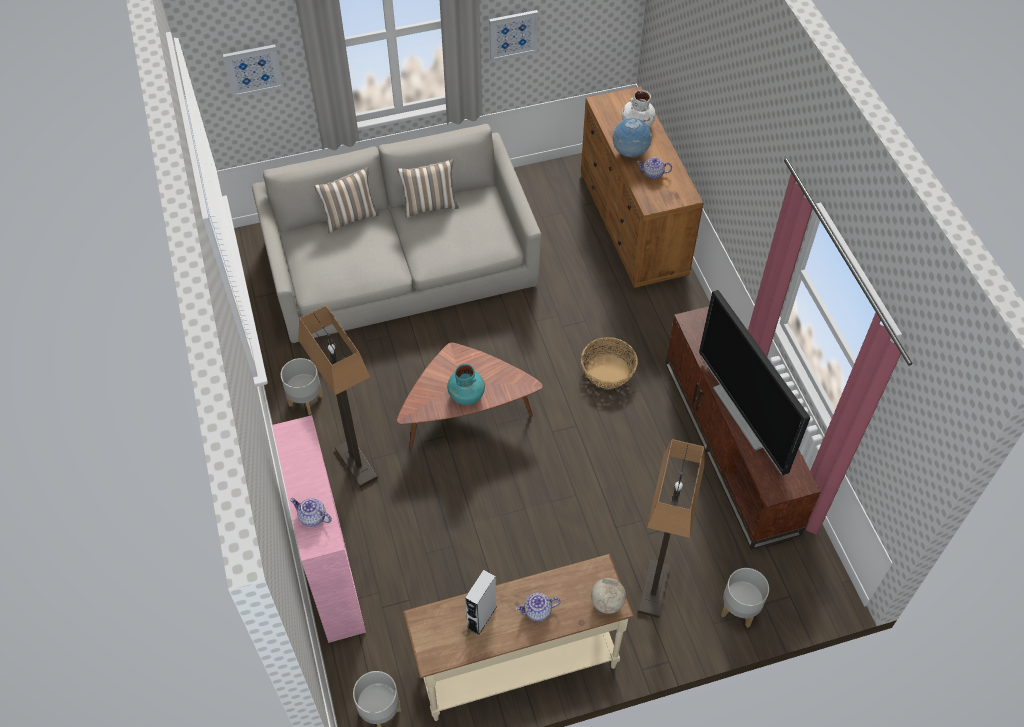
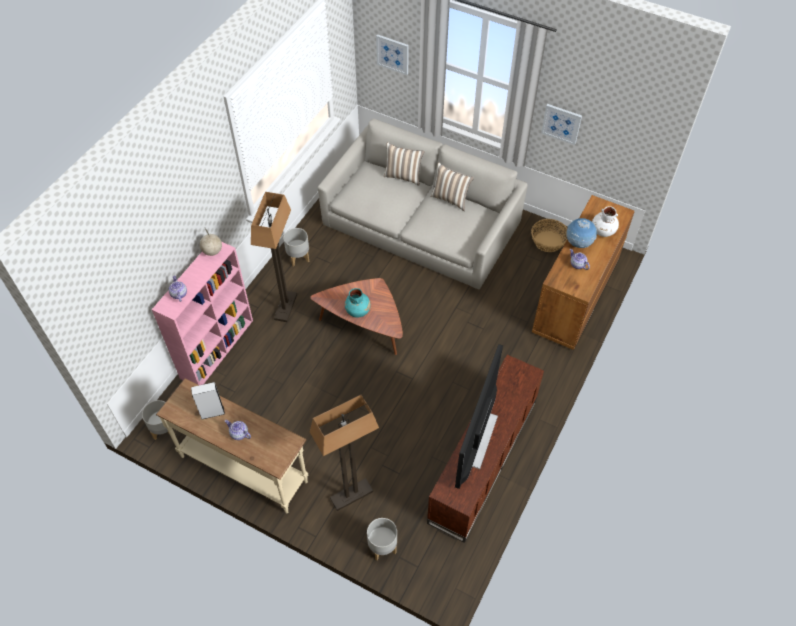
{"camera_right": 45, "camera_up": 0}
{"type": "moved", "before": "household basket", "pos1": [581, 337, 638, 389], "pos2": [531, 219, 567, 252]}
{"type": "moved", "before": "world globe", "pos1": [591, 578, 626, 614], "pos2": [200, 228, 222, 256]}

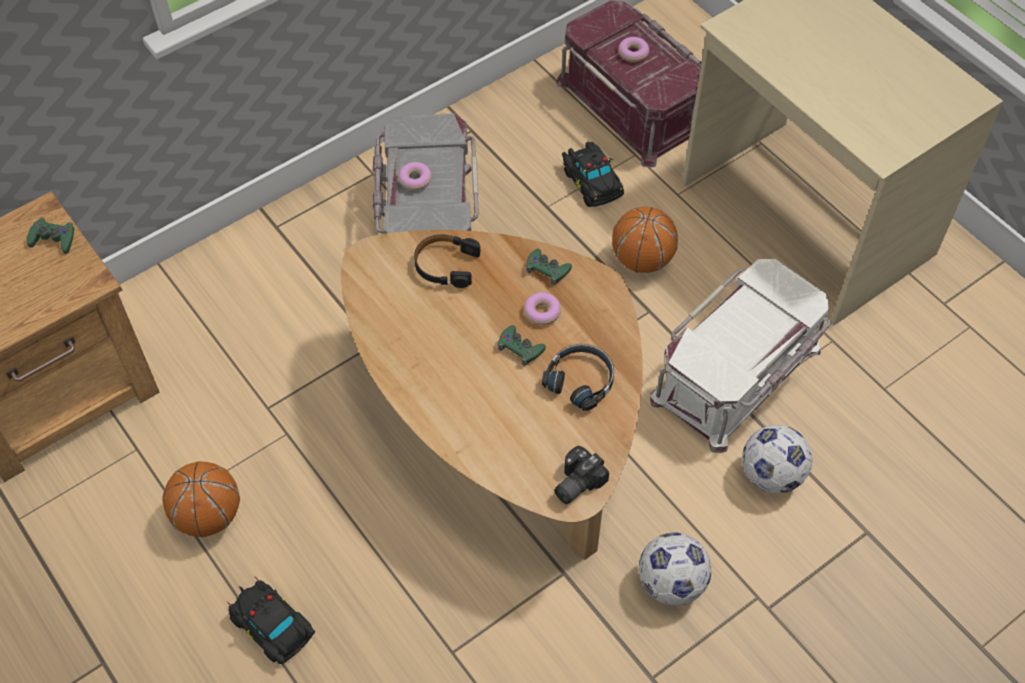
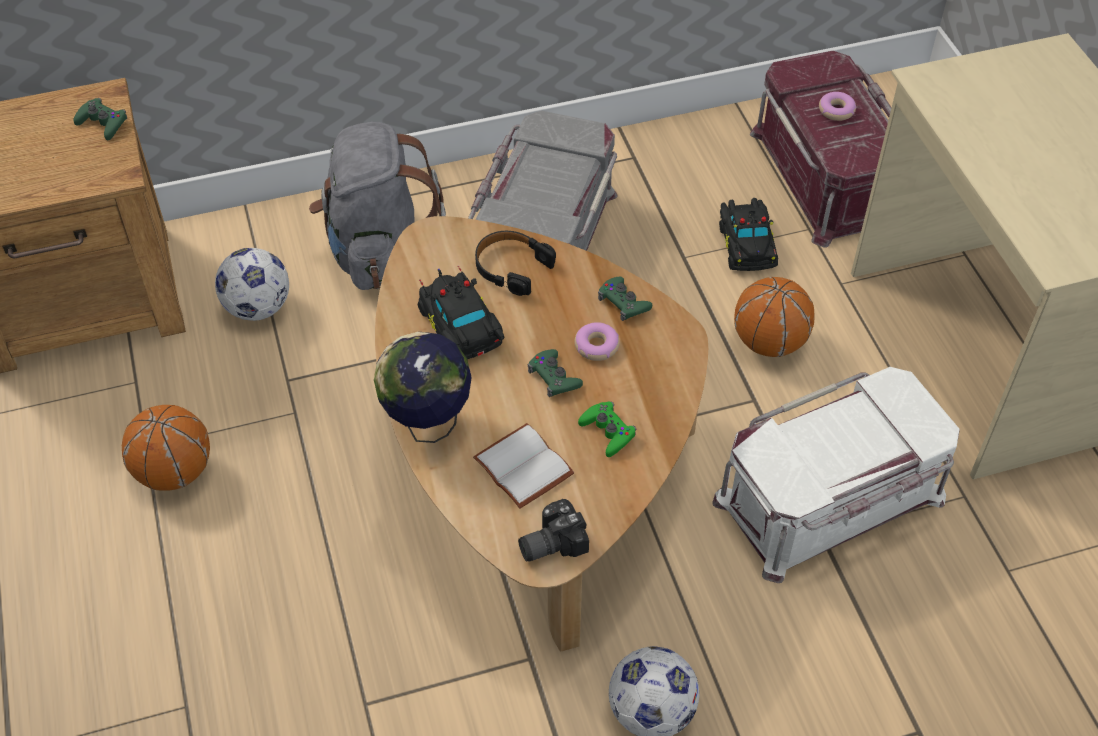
{"camera_right": 20, "camera_up": -5}
{"type": "removed", "before": "donut", "pos1": [398, 162, 432, 190]}
{"type": "replaced", "before": "headphones (blackish)", "after": "gamepad (greenish)", "pos1": [542, 344, 614, 411], "pos2": [578, 401, 636, 457]}
{"type": "moved", "before": "football", "pos1": [742, 425, 812, 493], "pos2": [215, 248, 289, 321]}
{"type": "moved", "before": "model car (blackish)", "pos1": [226, 576, 315, 664], "pos2": [418, 266, 505, 359]}
{"type": "added", "after": "rucksack (grey)", "pos2": [309, 122, 446, 290]}
{"type": "added", "after": "world globe", "pos2": [374, 332, 471, 443]}
{"type": "added", "after": "volume (whitish)", "pos2": [473, 423, 574, 509]}

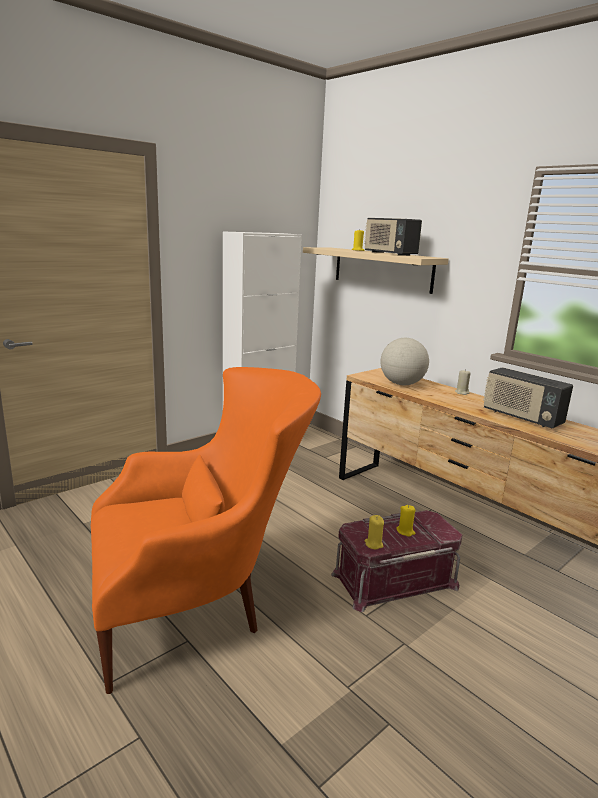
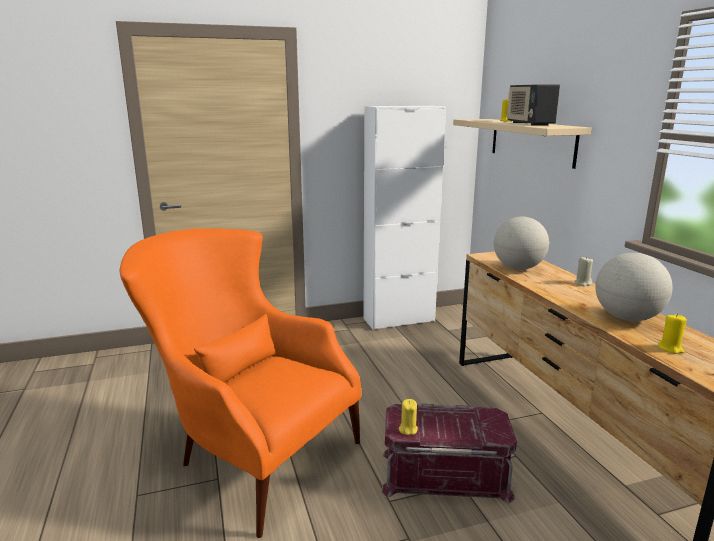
{"camera_right": 25, "camera_up": 0}
{"type": "turned", "before": "armchair (orange-coloured)", "pos1": [91, 367, 321, 694], "pos2": [119, 228, 361, 538], "turn": -150}
{"type": "replaced", "before": "radio receiver", "after": "world globe", "pos1": [484, 367, 573, 428], "pos2": [595, 253, 673, 321]}
{"type": "moved", "before": "wax light (yellow-coloured)", "pos1": [396, 505, 415, 537], "pos2": [658, 314, 687, 354]}

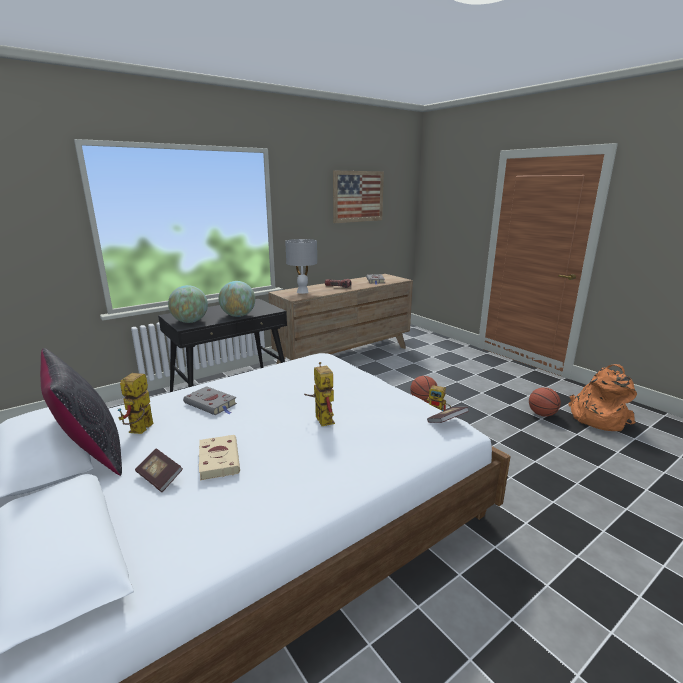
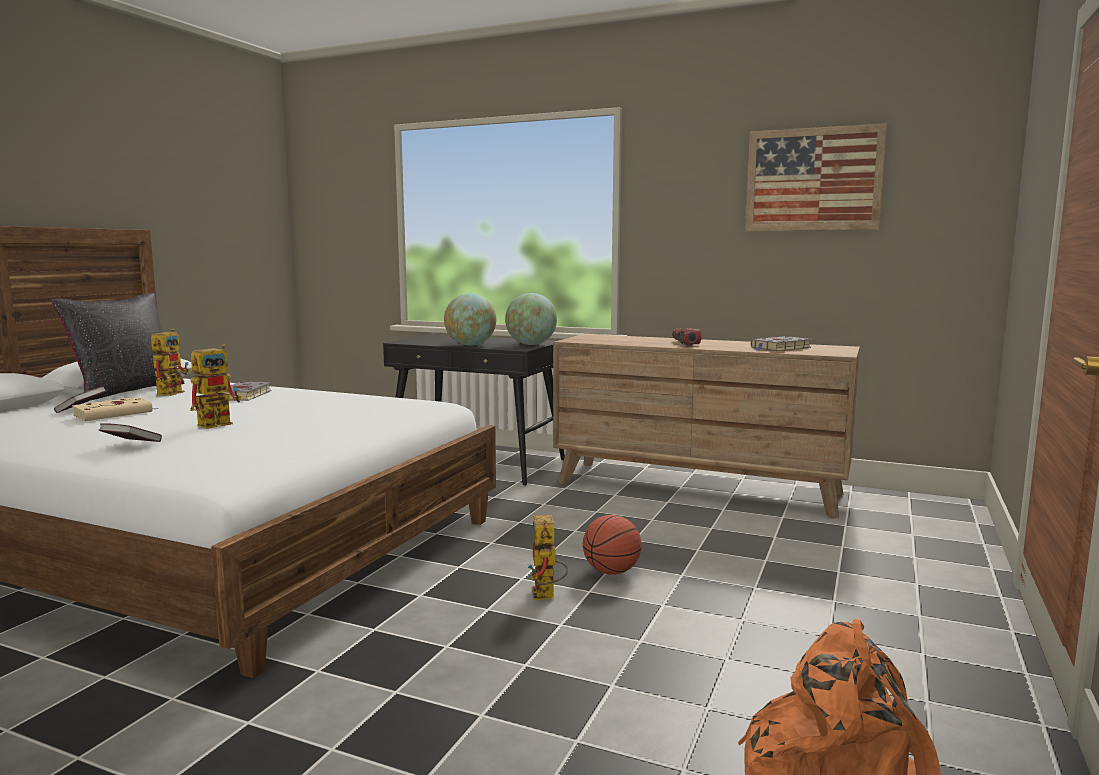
{"camera_right": 60, "camera_up": -10}
{"type": "removed", "before": "tabletop lamp (grey)", "pos1": [285, 239, 317, 294]}
{"type": "moved", "before": "world globe", "pos1": [168, 285, 208, 323], "pos2": [505, 293, 557, 345]}
{"type": "turned", "before": "robot figure", "pos1": [118, 373, 154, 434], "pos2": [151, 328, 190, 396], "turn": 120}
{"type": "removed", "before": "basketball ball", "pos1": [529, 387, 561, 417]}
{"type": "moved", "before": "volume", "pos1": [427, 407, 469, 423], "pos2": [98, 423, 162, 442]}

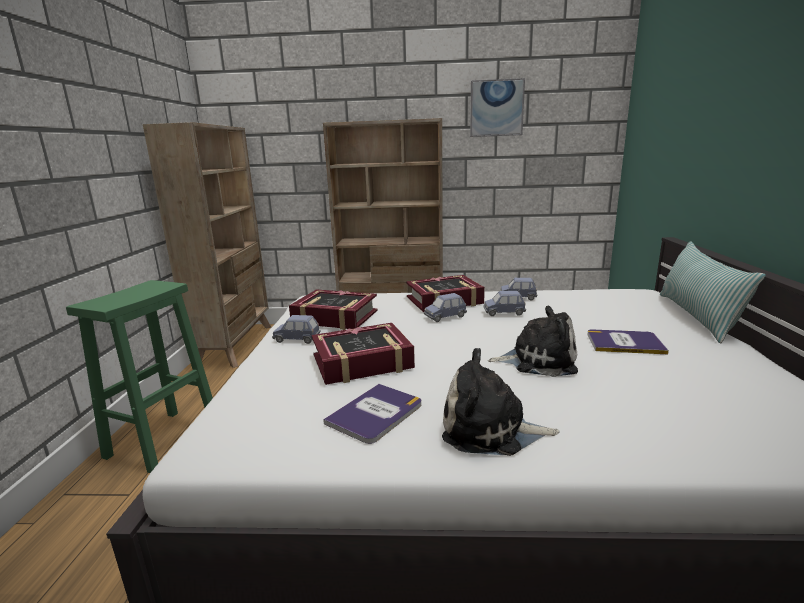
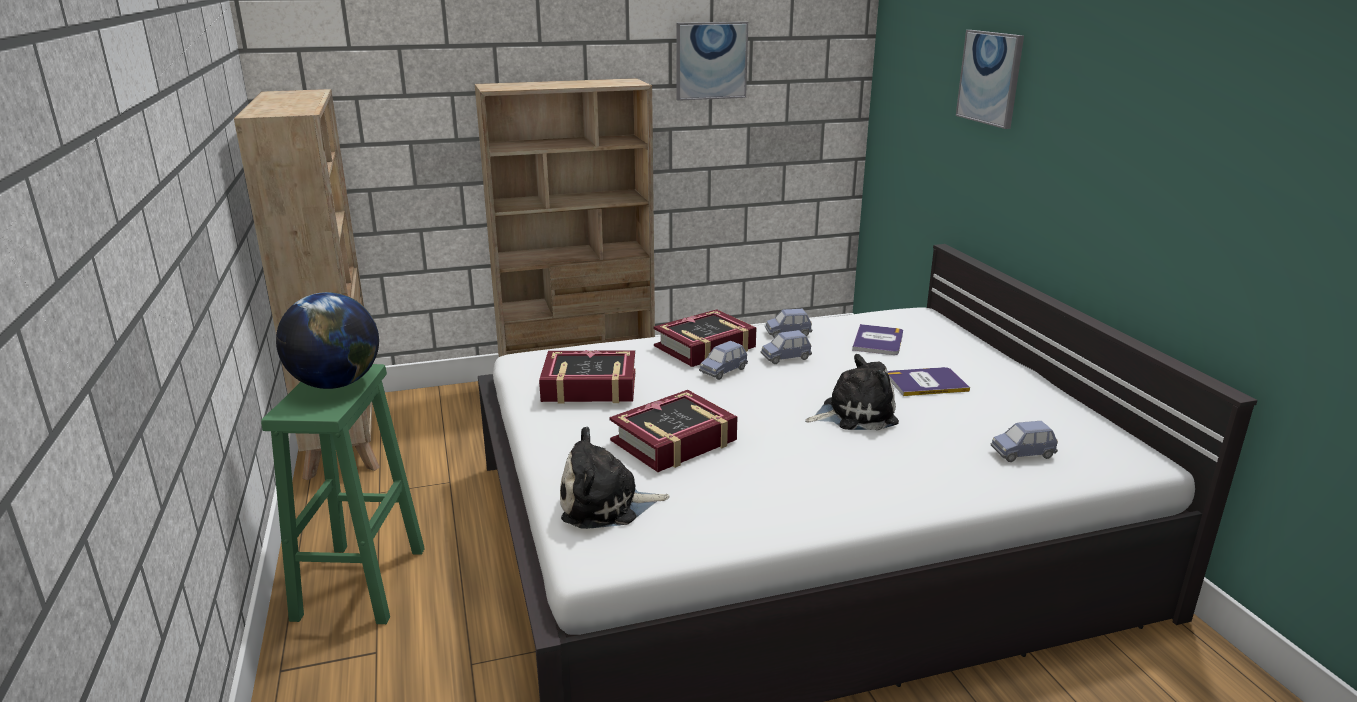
{"camera_right": -20, "camera_up": 5}
{"type": "removed", "before": "pillow", "pos1": [660, 241, 766, 344]}
{"type": "moved", "before": "model car (bluish)", "pos1": [272, 315, 321, 344], "pos2": [990, 421, 1058, 462]}
{"type": "moved", "before": "plush toy", "pos1": [442, 348, 560, 456], "pos2": [560, 427, 670, 529]}
{"type": "moved", "before": "volume", "pos1": [323, 384, 421, 444], "pos2": [852, 324, 903, 355]}
{"type": "added", "after": "wall picture", "pos2": [956, 30, 1024, 129]}
{"type": "added", "after": "world globe", "pos2": [276, 292, 379, 389]}

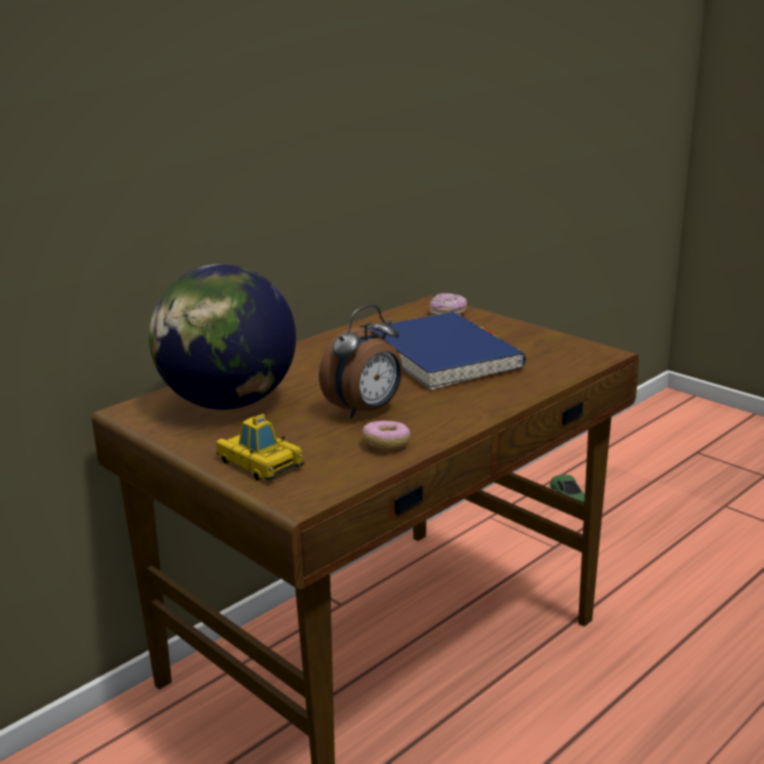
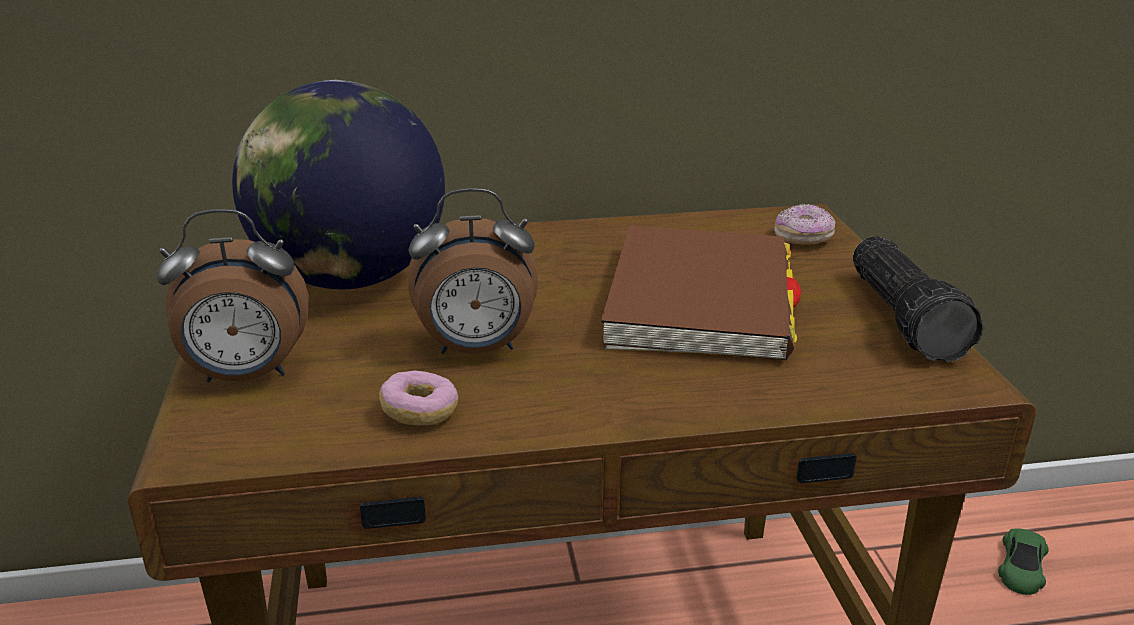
{"camera_right": 35, "camera_up": 5}
{"type": "recoloured", "before": "volume (bluish)", "after": "volume (brownish)", "pos1": [367, 312, 526, 390], "pos2": [601, 225, 801, 360]}
{"type": "replaced", "before": "model car", "after": "table clock", "pos1": [216, 414, 304, 480], "pos2": [157, 209, 309, 382]}
{"type": "added", "after": "torch", "pos2": [853, 236, 983, 362]}

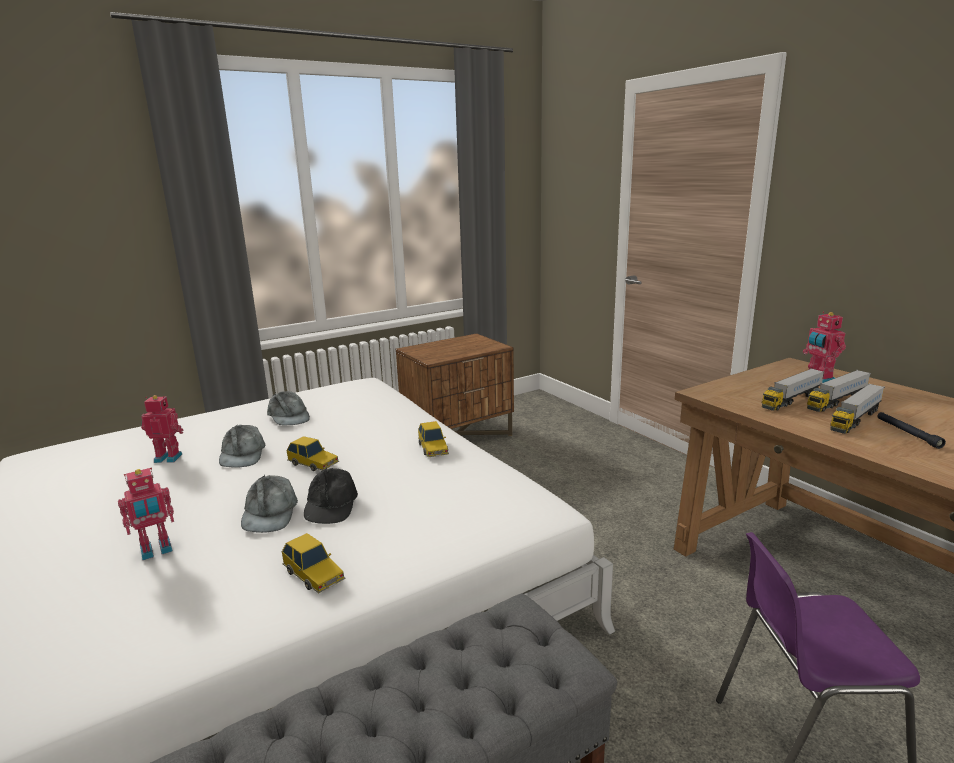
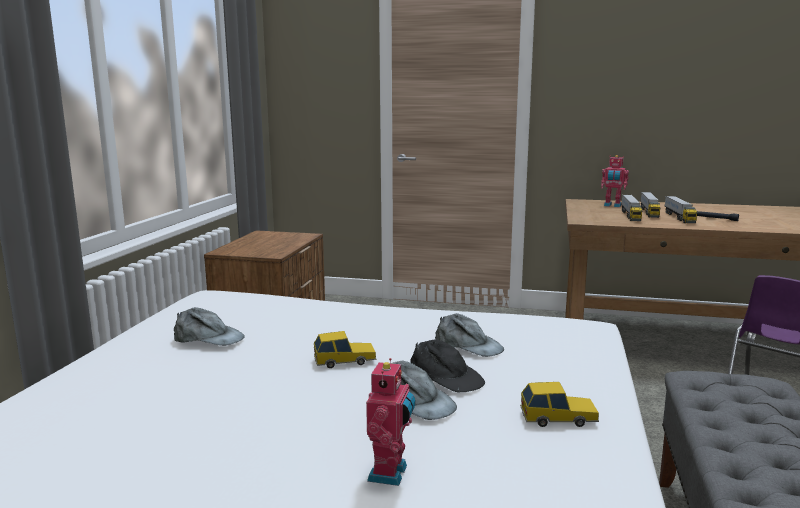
{"camera_right": -45, "camera_up": -5}
{"type": "removed", "before": "robot figure", "pos1": [141, 395, 184, 463]}
{"type": "removed", "before": "model car", "pos1": [418, 421, 449, 457]}
{"type": "moved", "before": "cap (grey)", "pos1": [219, 425, 266, 468], "pos2": [435, 313, 504, 357]}

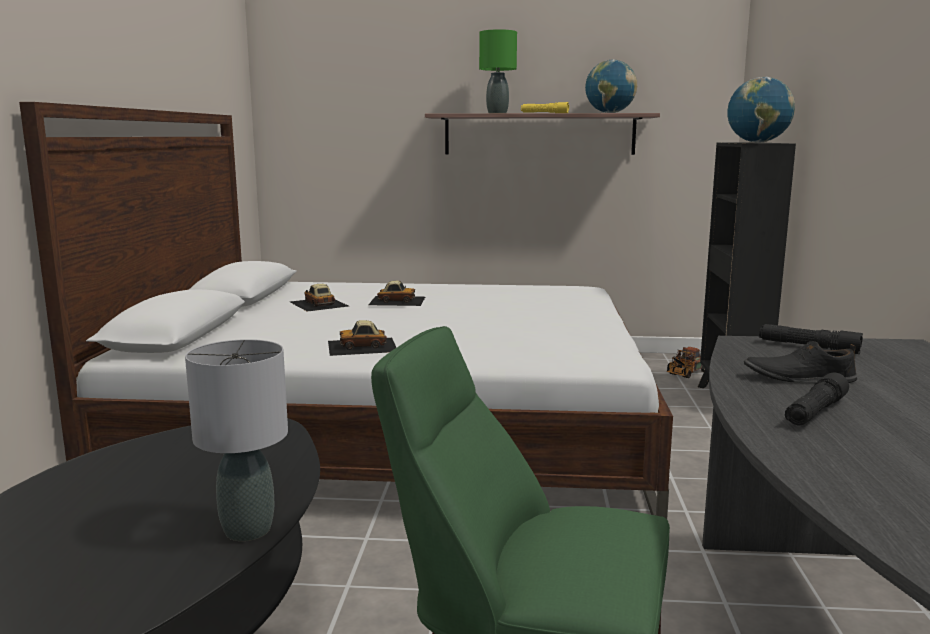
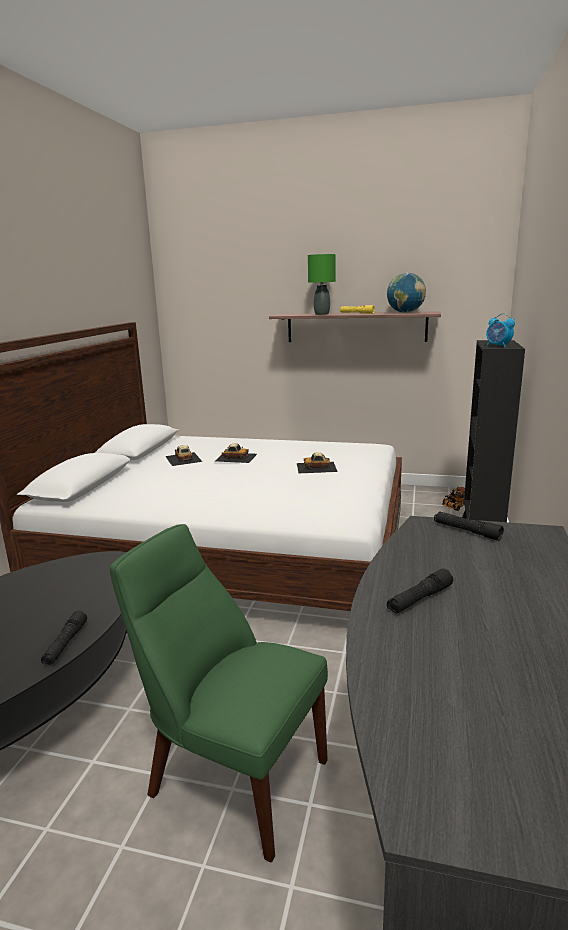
{"camera_right": 10, "camera_up": 5}
{"type": "replaced", "before": "world globe", "after": "table clock", "pos1": [727, 77, 795, 143], "pos2": [486, 313, 515, 347]}
{"type": "moved", "before": "model car", "pos1": [328, 320, 396, 356], "pos2": [297, 452, 337, 473]}
{"type": "replaced", "before": "tabletop lamp (grey)", "after": "torch (blackish)", "pos1": [185, 339, 288, 541], "pos2": [41, 611, 87, 665]}
{"type": "removed", "before": "shoe (blackish)", "pos1": [744, 341, 857, 383]}

